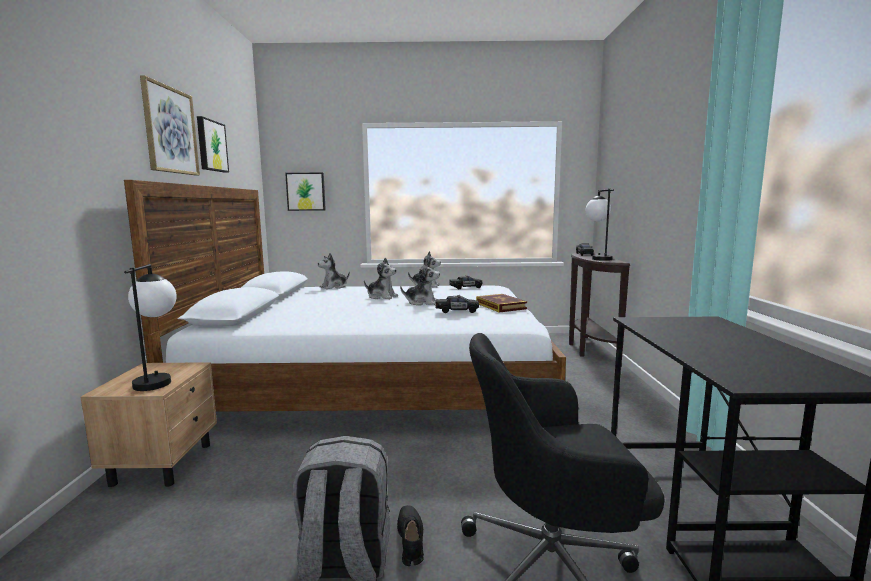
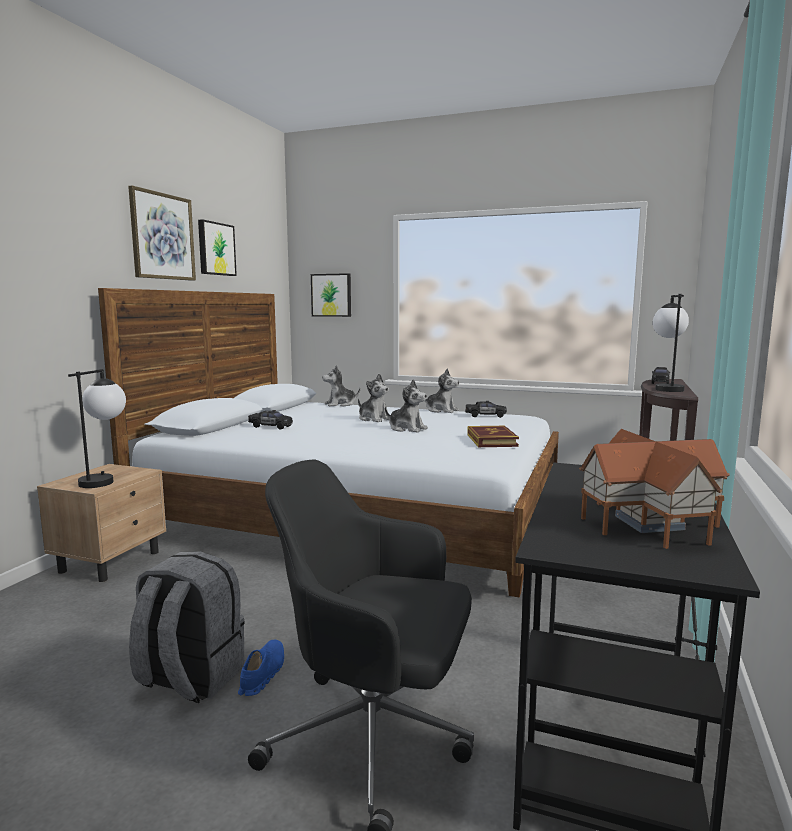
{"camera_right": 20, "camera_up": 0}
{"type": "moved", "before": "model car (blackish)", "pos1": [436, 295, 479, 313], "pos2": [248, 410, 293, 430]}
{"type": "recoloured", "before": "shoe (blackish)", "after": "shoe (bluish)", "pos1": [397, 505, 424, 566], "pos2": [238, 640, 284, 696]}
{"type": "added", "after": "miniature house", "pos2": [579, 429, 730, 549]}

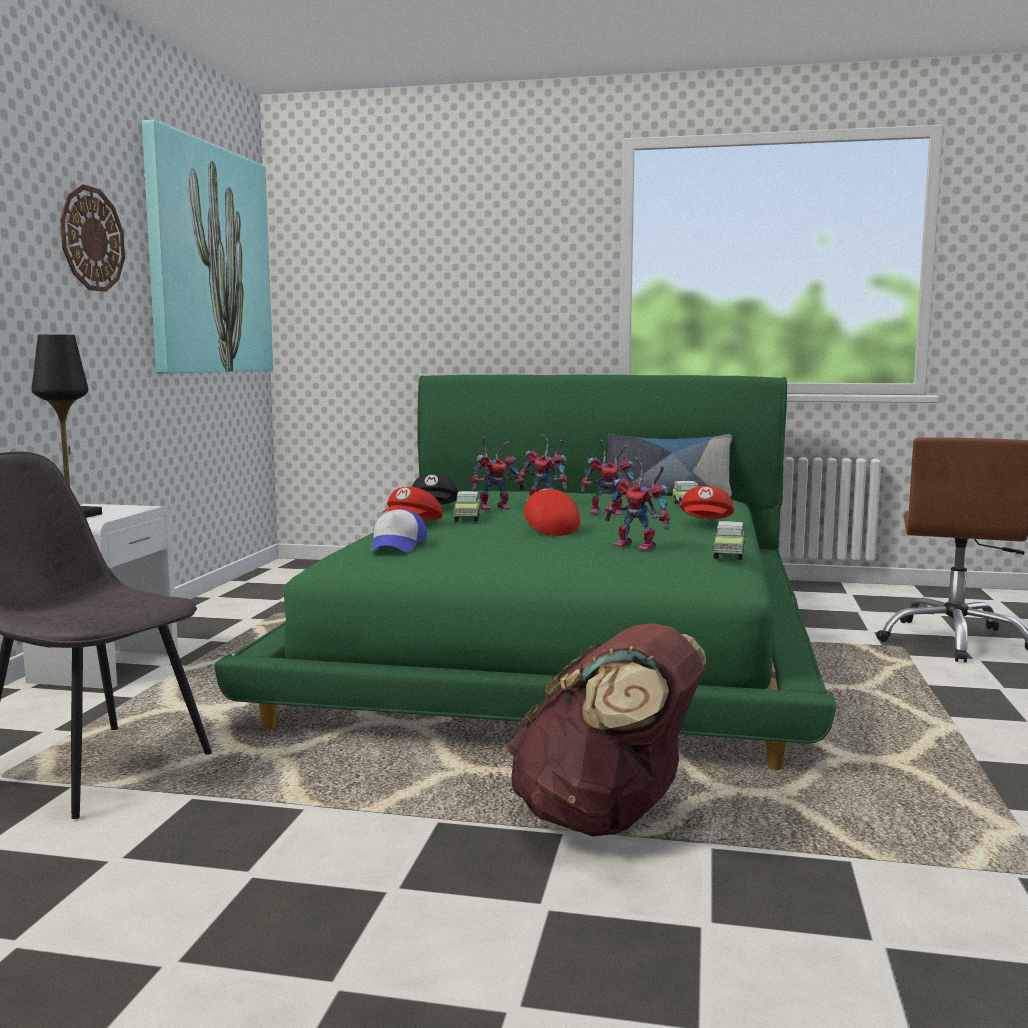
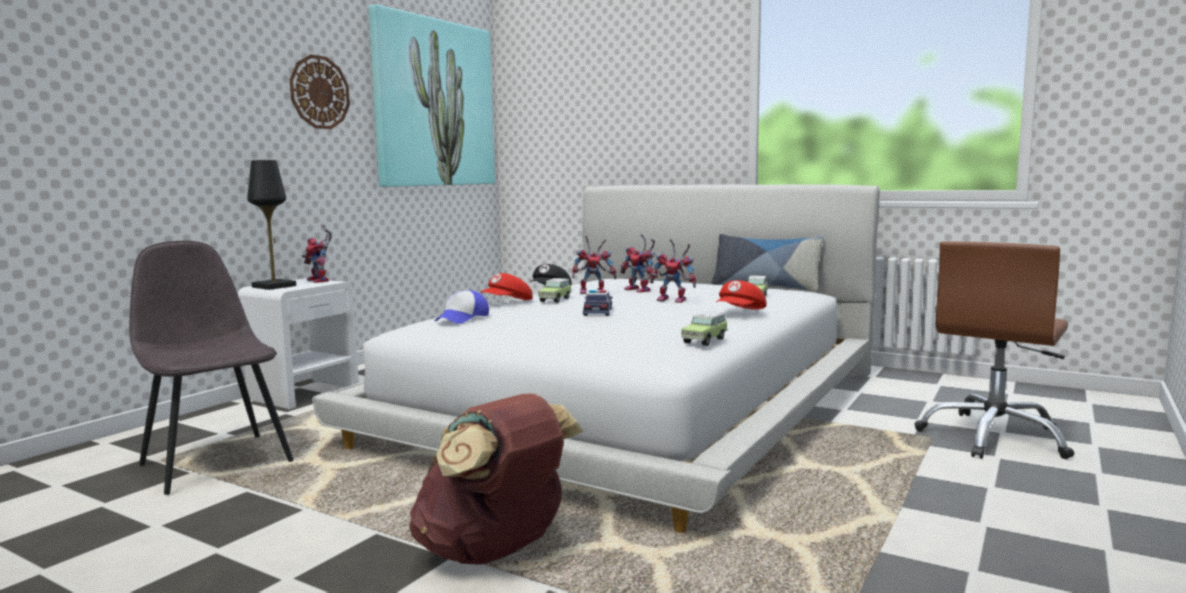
{"camera_right": 20, "camera_up": 0}
{"type": "recoloured", "before": "bedroom bed (greenish)", "after": "bedroom bed (whitish)", "pos1": [214, 374, 836, 770], "pos2": [312, 184, 880, 533]}
{"type": "moved", "before": "robot figure", "pos1": [604, 457, 670, 551], "pos2": [301, 225, 331, 283]}
{"type": "replaced", "before": "cap (red)", "after": "model car", "pos1": [524, 488, 580, 536], "pos2": [583, 290, 612, 316]}

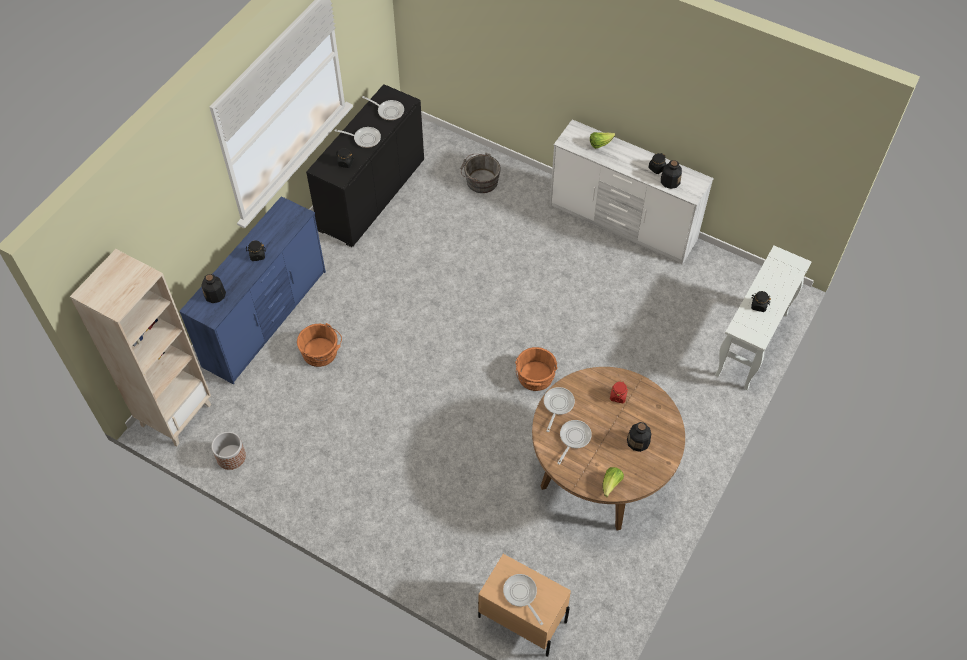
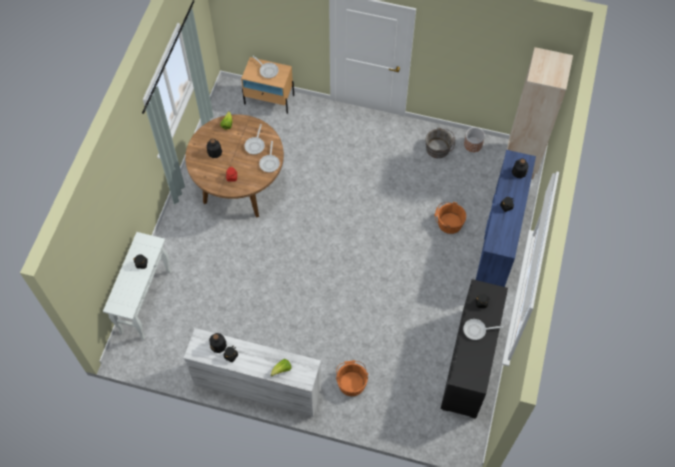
{"camera_right": 165, "camera_up": 5}
{"type": "removed", "before": "frying pan", "pos1": [362, 96, 404, 120]}
{"type": "moved", "before": "bucket (grey)", "pos1": [460, 153, 501, 193], "pos2": [425, 128, 455, 158]}
{"type": "moved", "before": "bucket (orange-coloured)", "pos1": [515, 347, 558, 391], "pos2": [336, 360, 368, 396]}

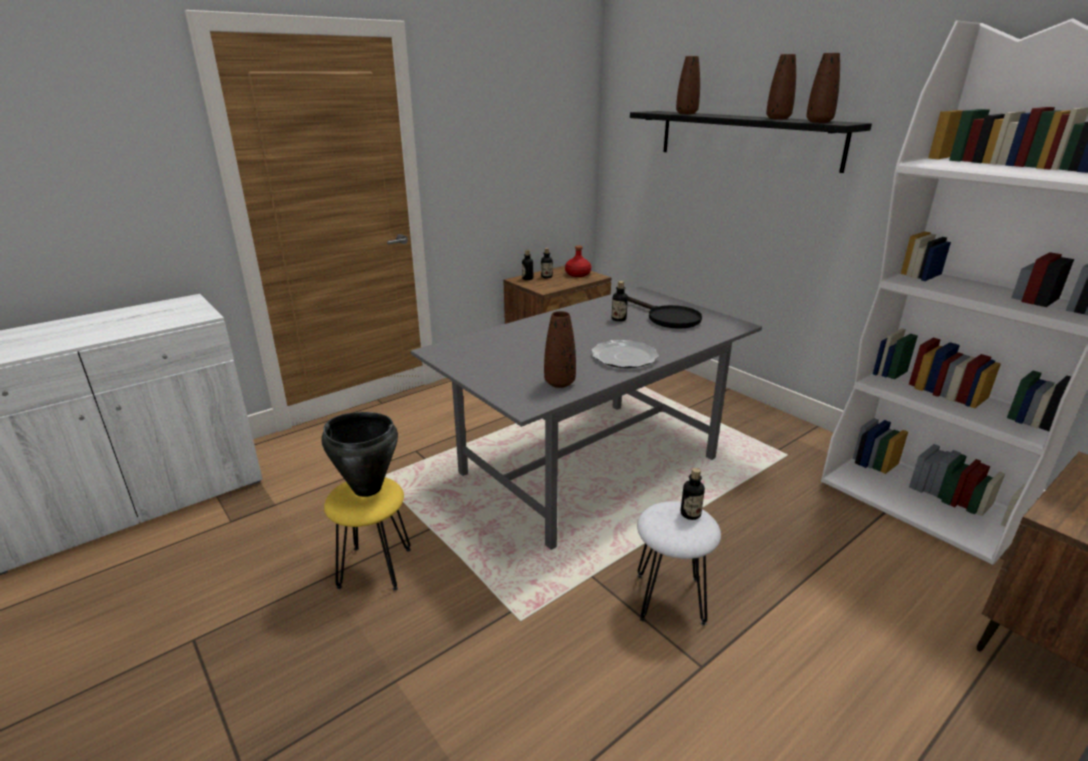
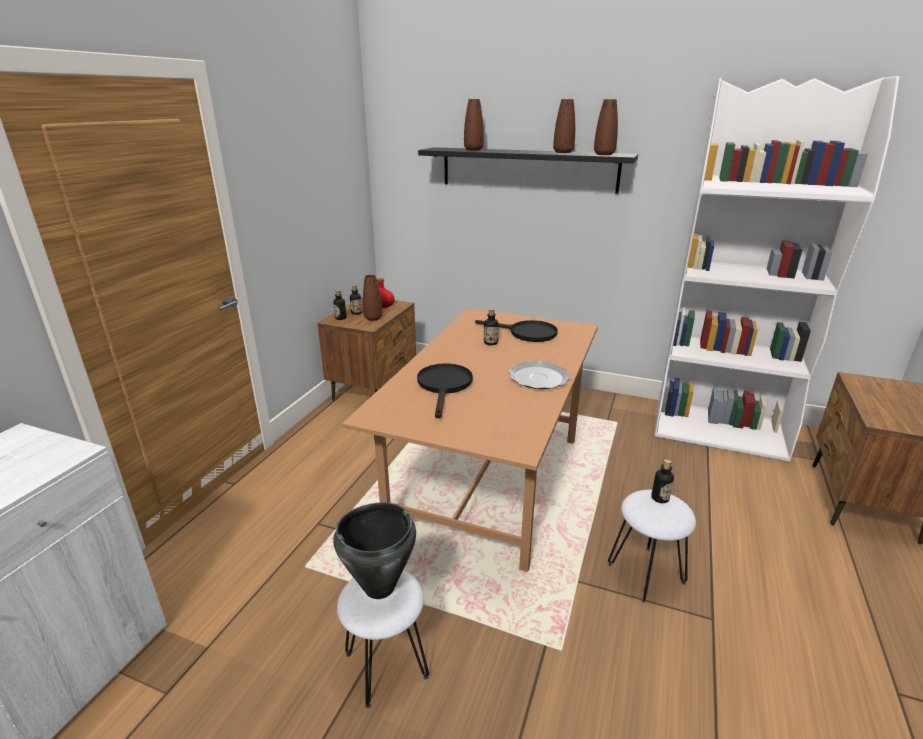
{"camera_right": -30, "camera_up": 0}
{"type": "recoloured", "before": "dining table (grey)", "after": "dining table (brownish)", "pos1": [411, 286, 762, 550], "pos2": [342, 308, 598, 572]}
{"type": "moved", "before": "decorative vase (brownish)", "pos1": [544, 311, 576, 388], "pos2": [363, 275, 383, 321]}
{"type": "recoloured", "before": "stool seat (yellow-coloured)", "after": "stool seat (whitish)", "pos1": [324, 477, 411, 591], "pos2": [337, 570, 429, 708]}
{"type": "added", "after": "frying pan (blackish)", "pos2": [417, 363, 473, 418]}

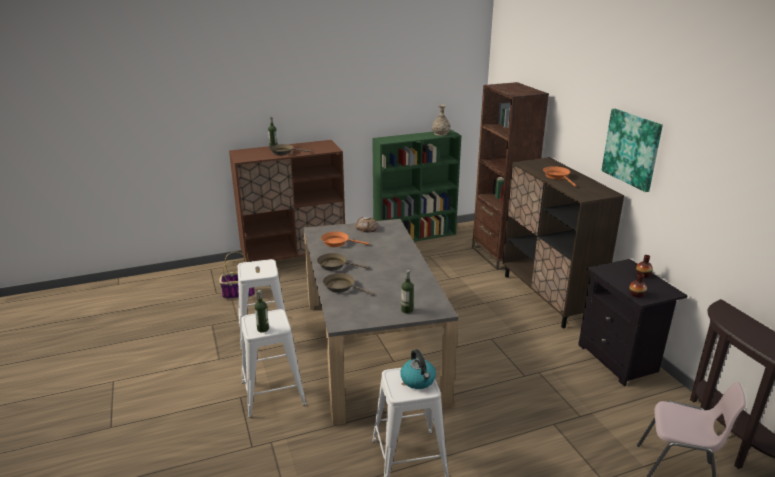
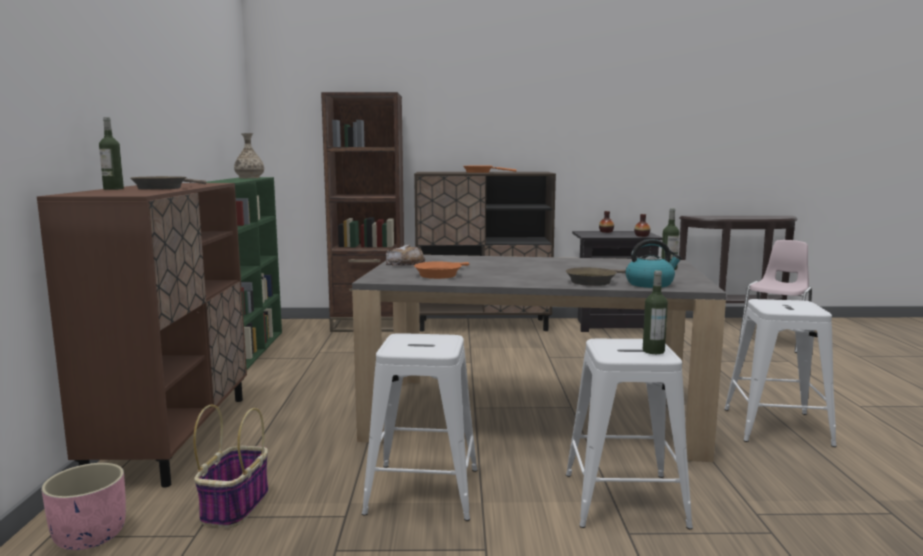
{"camera_right": -70, "camera_up": -15}
{"type": "removed", "before": "wall picture", "pos1": [602, 109, 663, 192]}
{"type": "removed", "before": "frying pan (brownish)", "pos1": [317, 253, 369, 271]}
{"type": "moved", "before": "kettle", "pos1": [400, 349, 436, 389], "pos2": [625, 239, 682, 288]}
{"type": "added", "after": "flower pot (pinkish)", "pos2": [41, 463, 126, 550]}

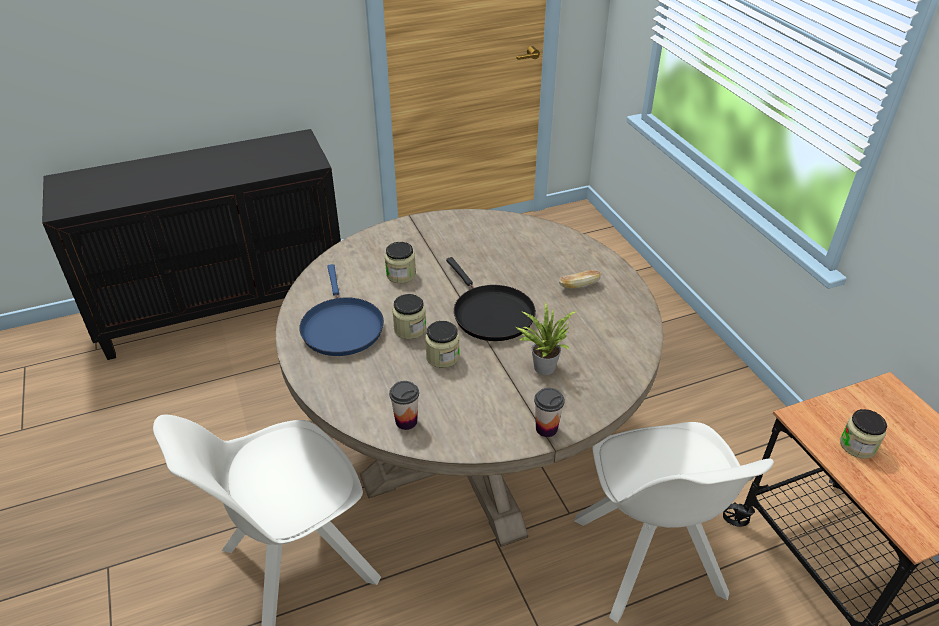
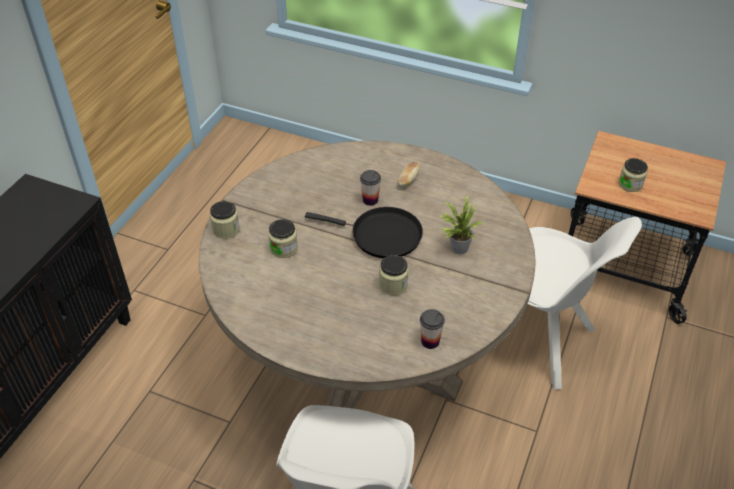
{"camera_right": -45, "camera_up": 5}
{"type": "removed", "before": "frying pan (bluish)", "pos1": [299, 264, 384, 356]}
{"type": "moved", "before": "jar", "pos1": [392, 294, 426, 339], "pos2": [210, 201, 240, 239]}
{"type": "moved", "before": "small cup", "pos1": [534, 388, 565, 437], "pos2": [360, 170, 381, 206]}

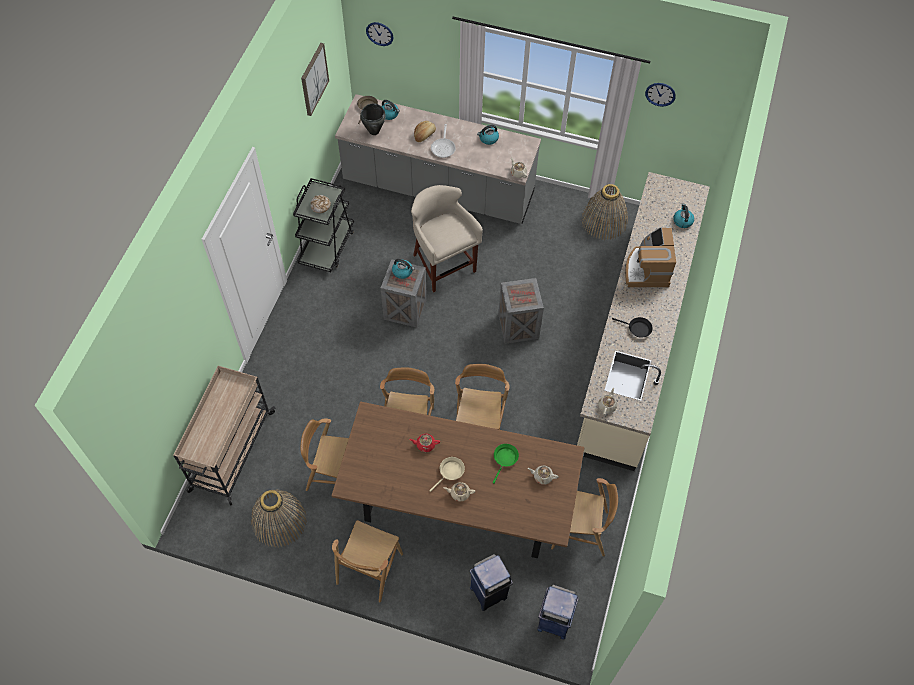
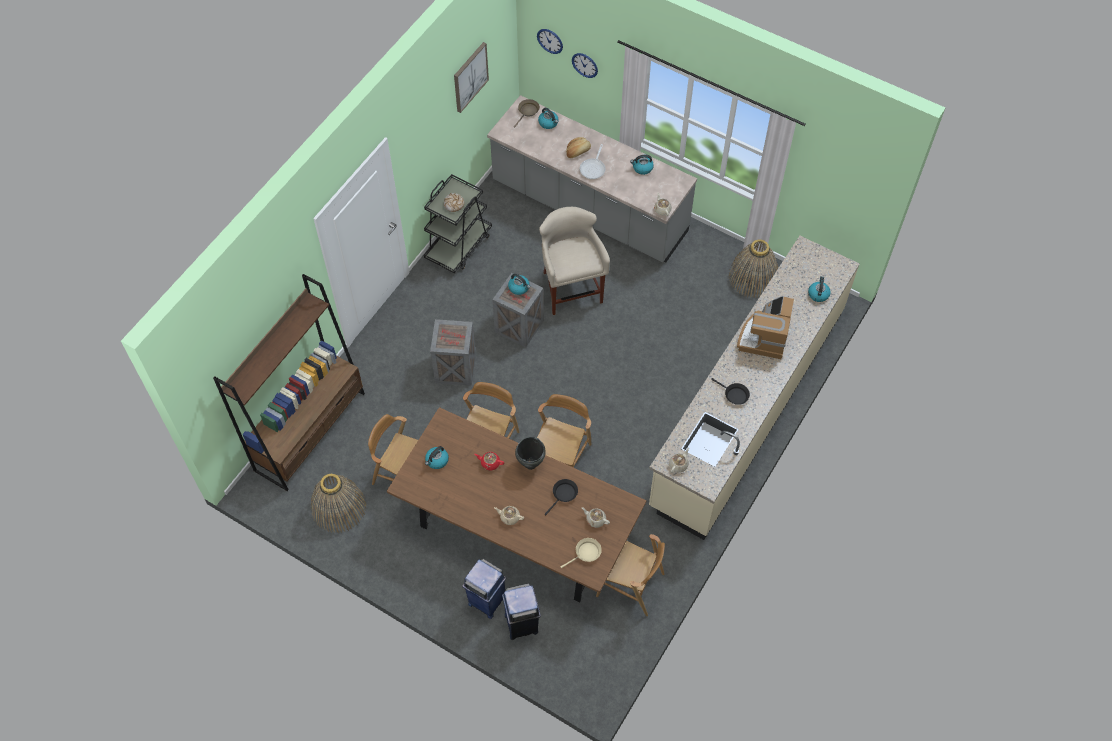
{"camera_right": 15, "camera_up": 0}
{"type": "moved", "before": "hanging clock", "pos1": [645, 83, 676, 107], "pos2": [572, 53, 598, 78]}
{"type": "moved", "before": "cooking pot (blackish)", "pos1": [360, 104, 386, 135], "pos2": [515, 437, 546, 470]}
{"type": "moved", "before": "crate", "pos1": [498, 278, 544, 344], "pos2": [430, 319, 476, 386]}
{"type": "replaced", "before": "trolley (beige-coloured)", "after": "bookshelf (brownish)", "pos1": [173, 366, 275, 506], "pos2": [213, 274, 365, 491]}
{"type": "recoloured", "before": "frying pan (greenish)", "after": "frying pan (blackish)", "pos1": [493, 444, 519, 483], "pos2": [545, 479, 578, 515]}
{"type": "moved", "before": "frying pan (beige-coloured)", "pos1": [429, 457, 465, 492], "pos2": [561, 538, 602, 568]}
{"type": "removed", "before": "plain chair (brownish)", "pos1": [332, 520, 403, 602]}
{"type": "moved", "before": "rubbish bin (bluish)", "pos1": [537, 585, 579, 640], "pos2": [462, 559, 506, 619]}
{"type": "added", "after": "kettle", "pos2": [425, 446, 449, 469]}

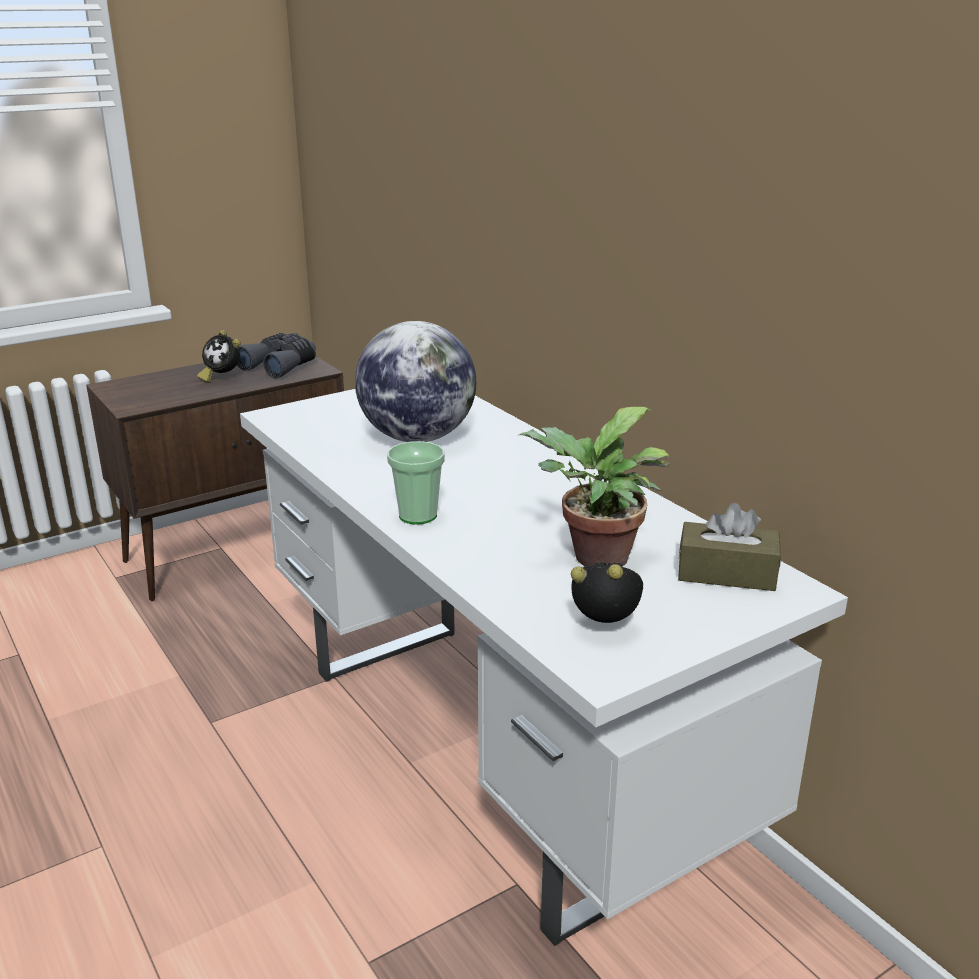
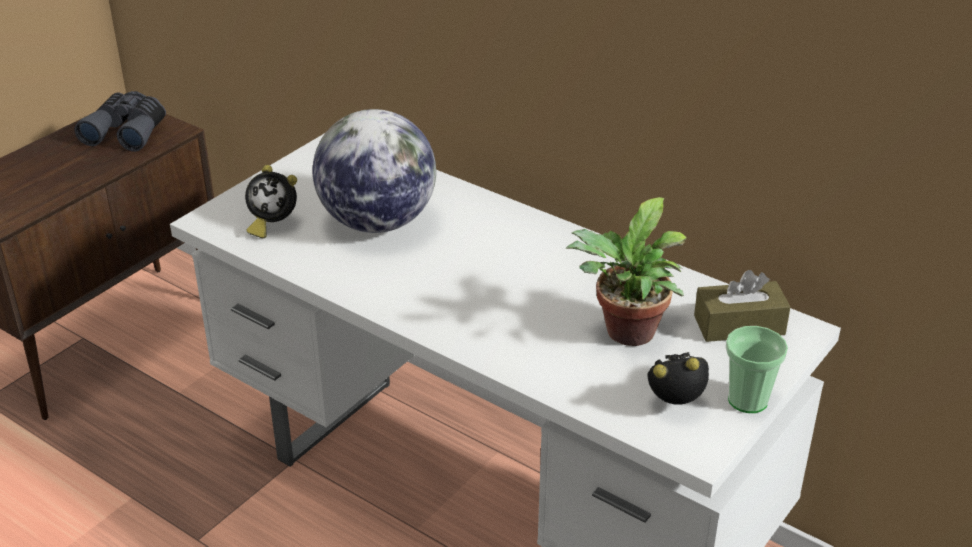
{"camera_right": -20, "camera_up": 10}
{"type": "moved", "before": "table clock", "pos1": [197, 330, 241, 383], "pos2": [245, 165, 297, 238]}
{"type": "moved", "before": "small cup", "pos1": [387, 441, 445, 525], "pos2": [726, 326, 788, 413]}

